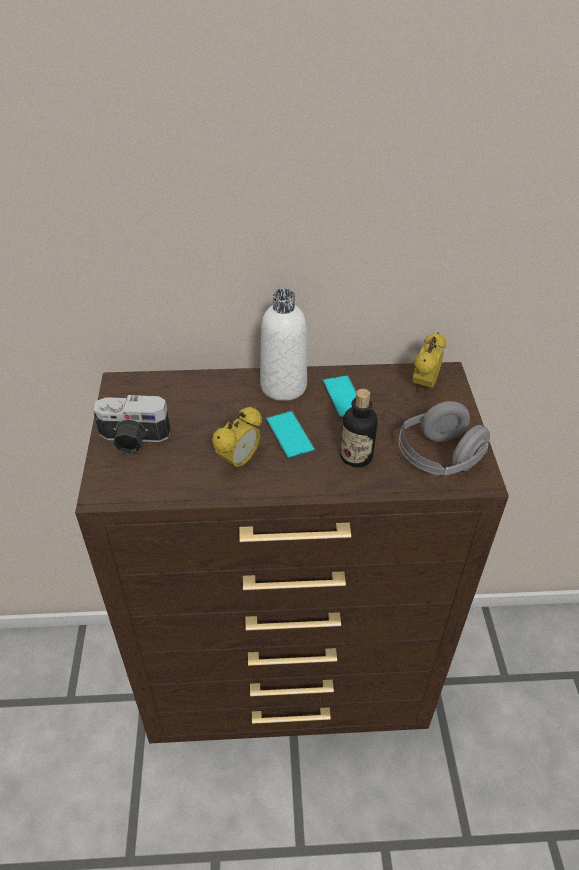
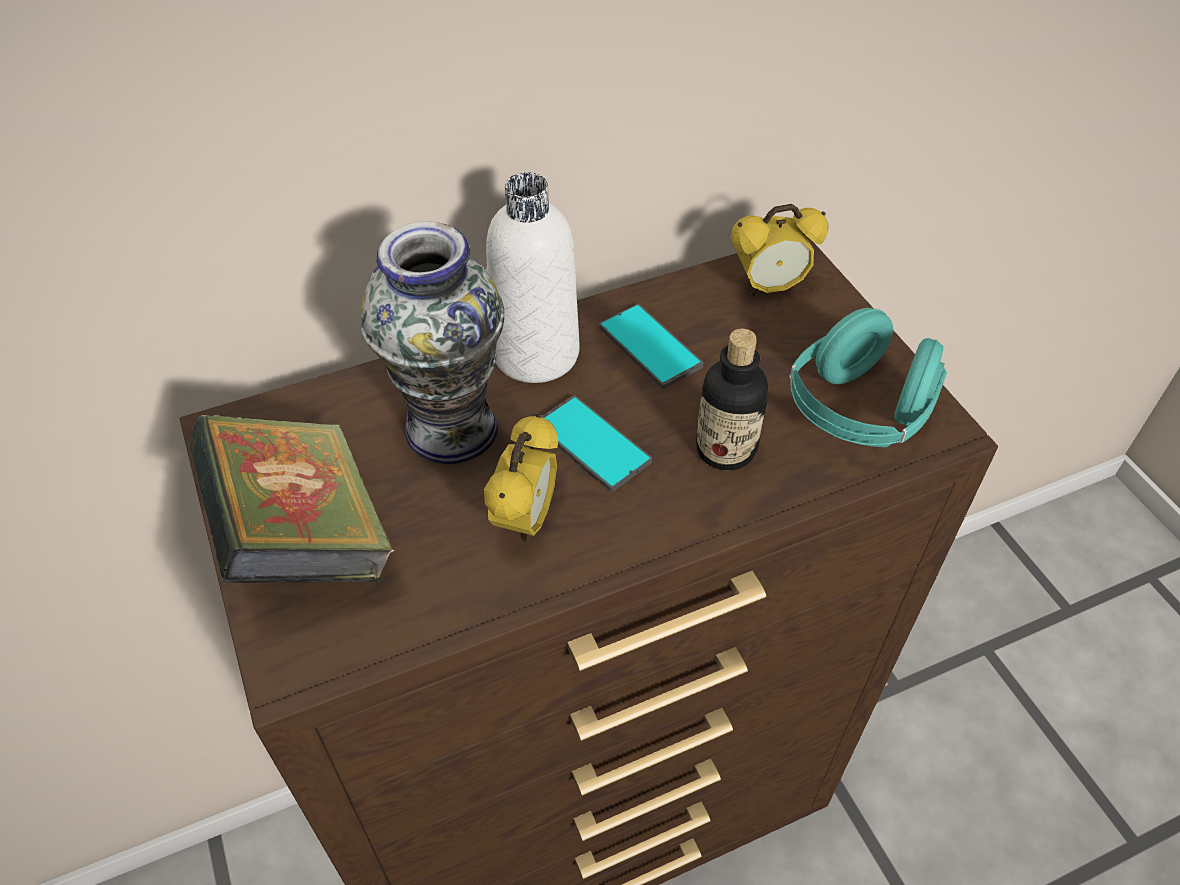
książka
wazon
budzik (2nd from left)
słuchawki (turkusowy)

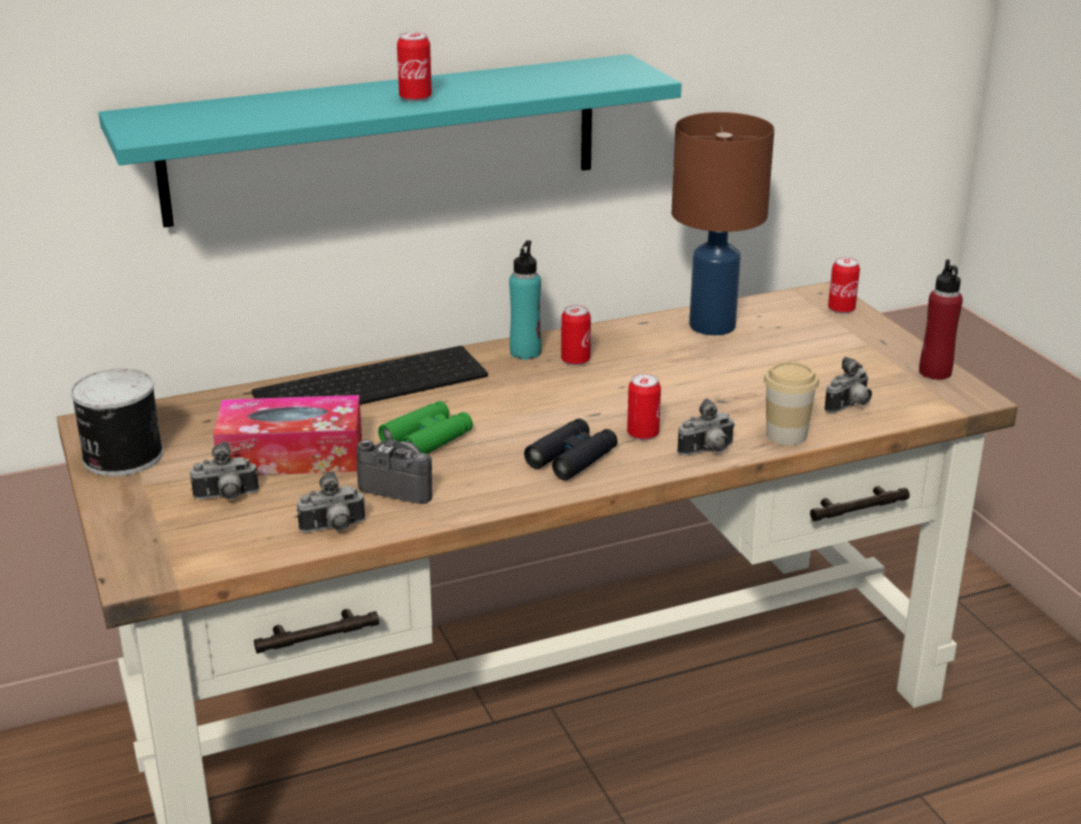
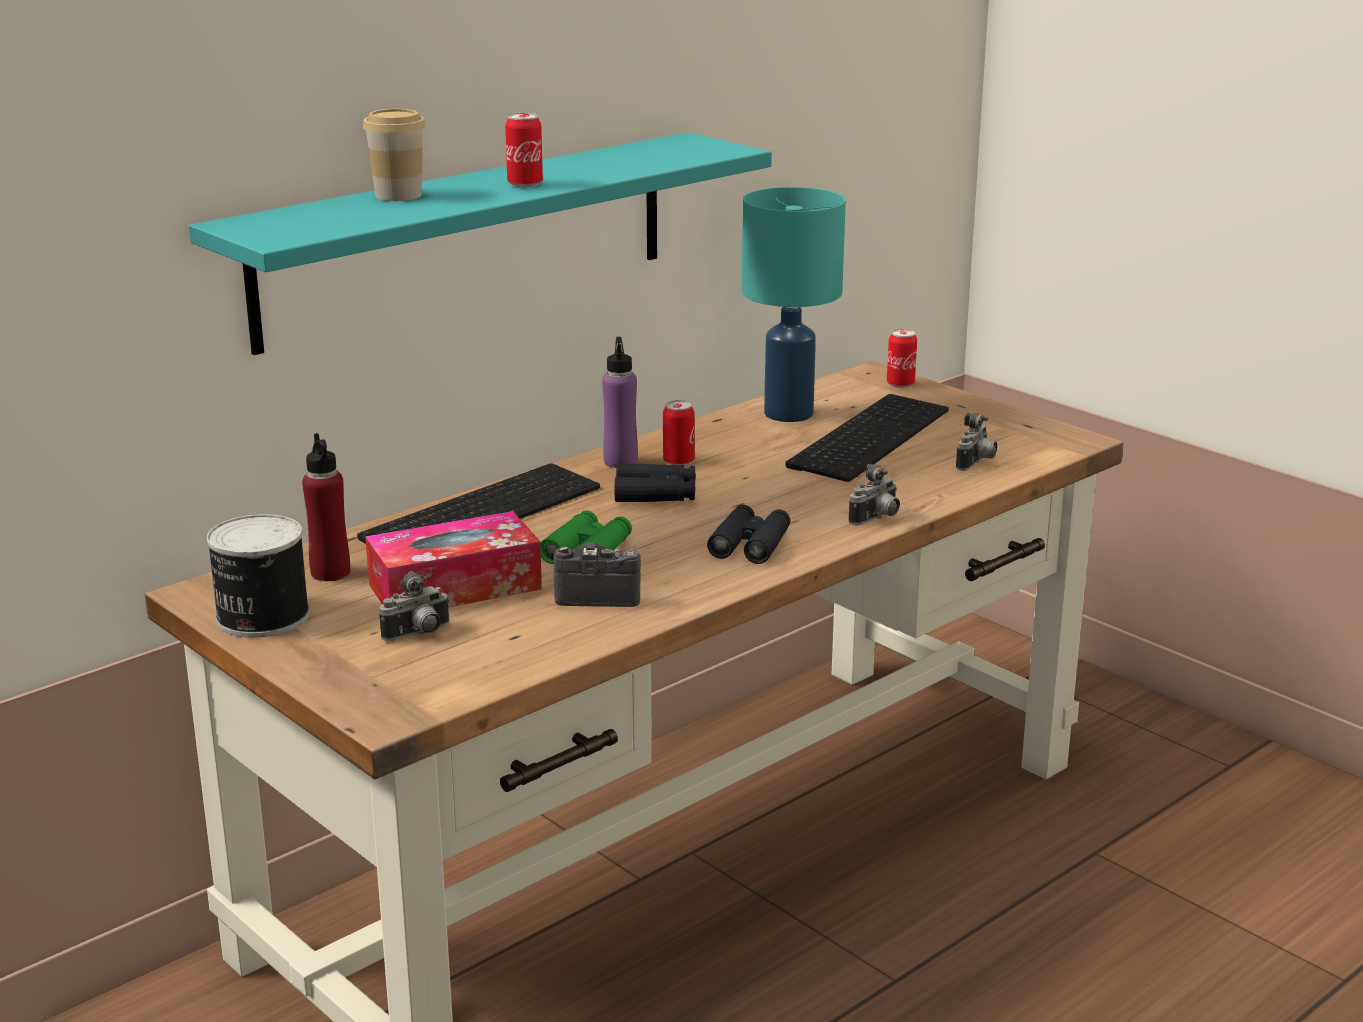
butelka (czerwony)
filiżanka
butelka (fioletowy)
lornetka (czarny) (1st from left)
lampa stołowa (turkusowy)
klawiatura (2nd from left)
aparat fotograficzny (2nd from left in the first image)
puszka (4th from left in the first image)

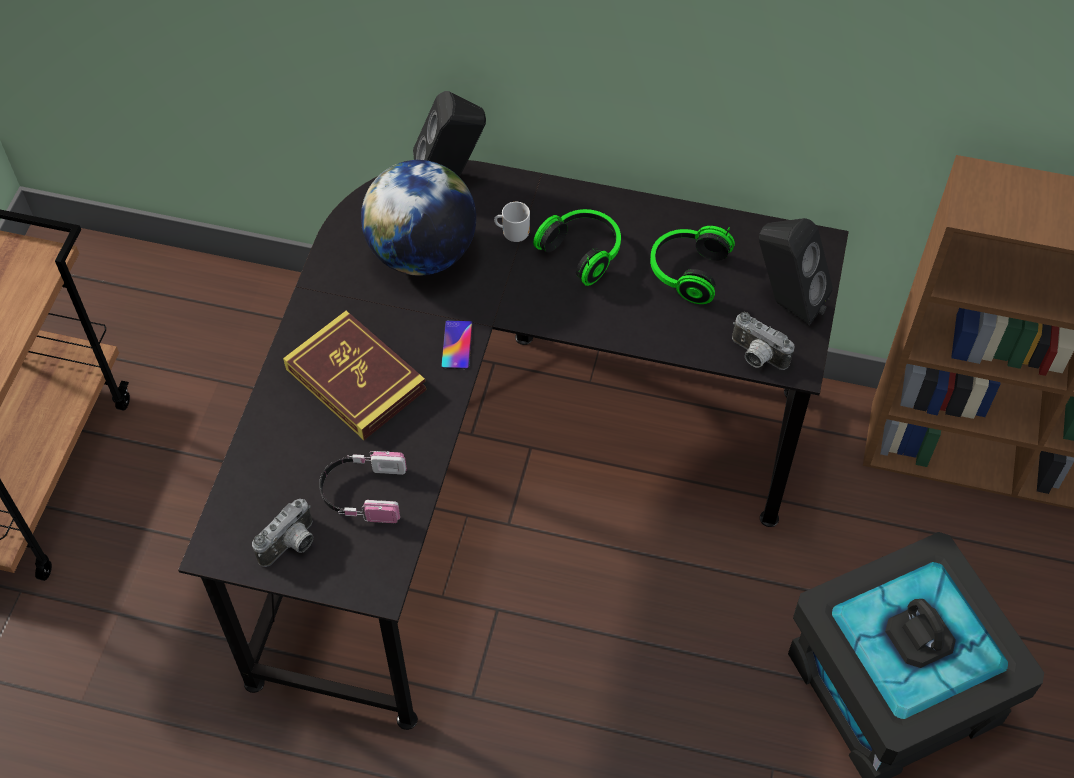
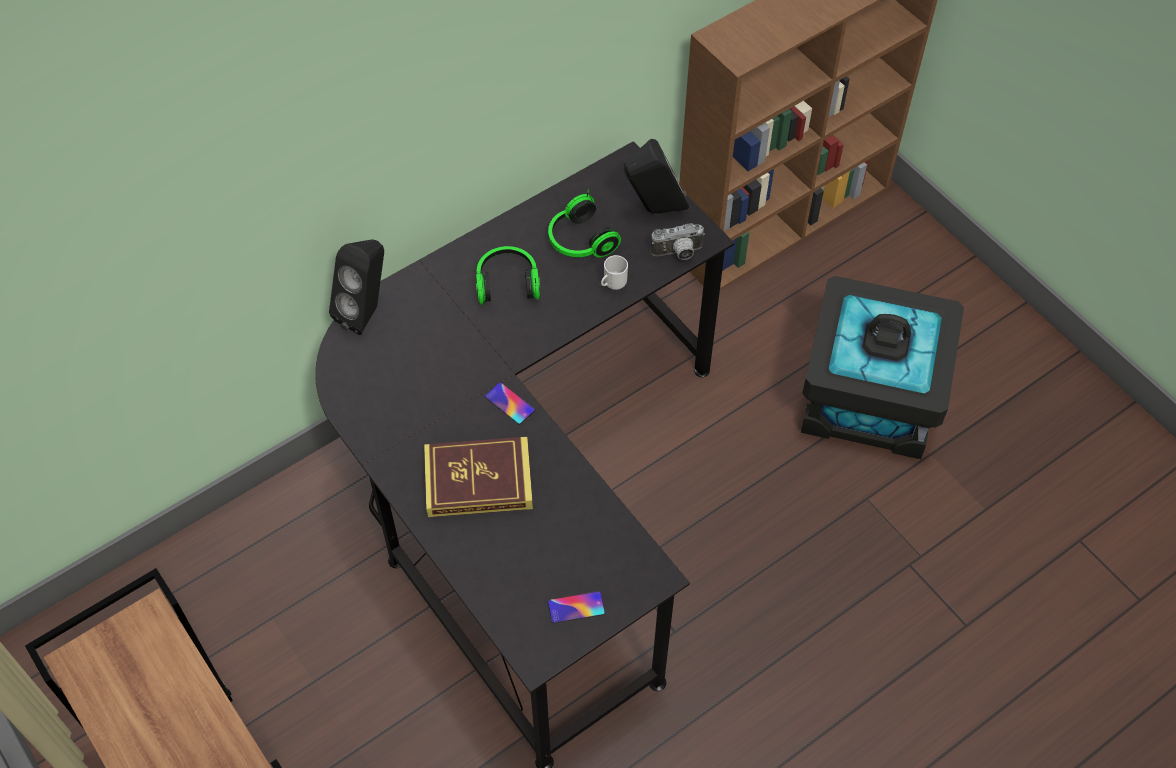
telefon (2nd from left)
kubek
słuchawki (1st from left in the first image)
globus

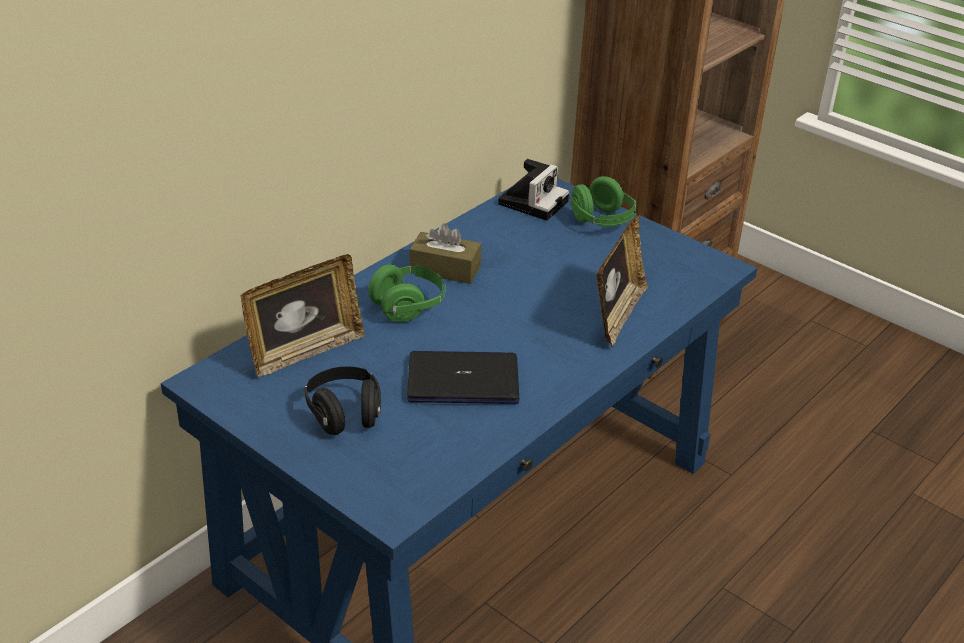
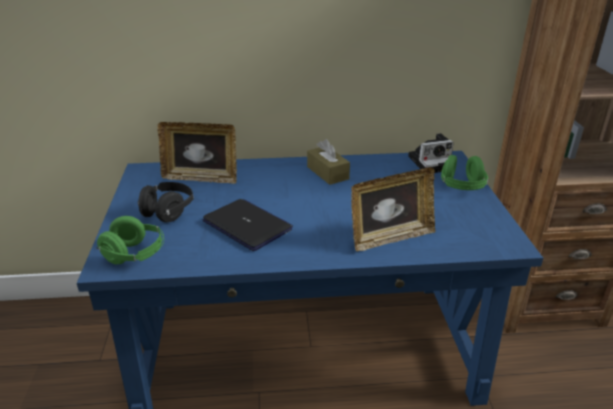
słuchawki (zielony) (1st from left)

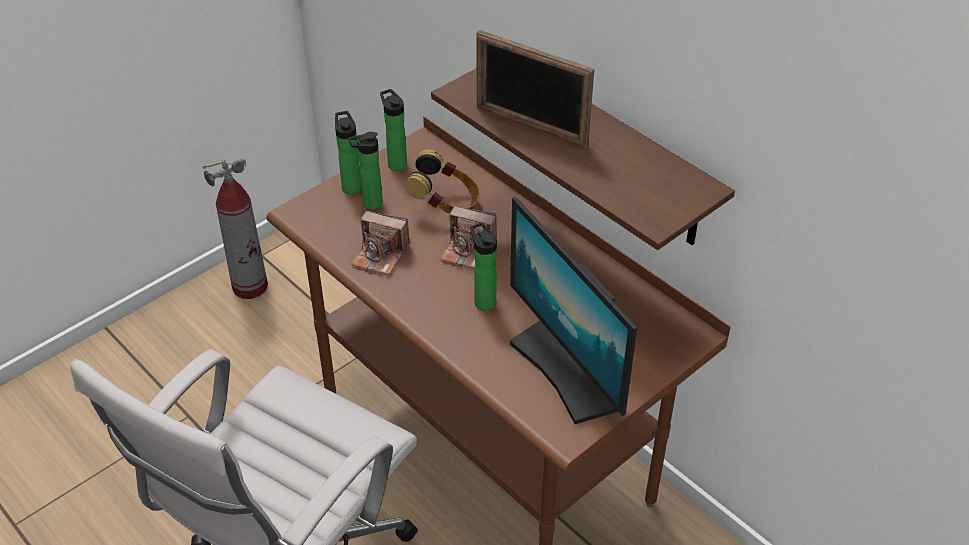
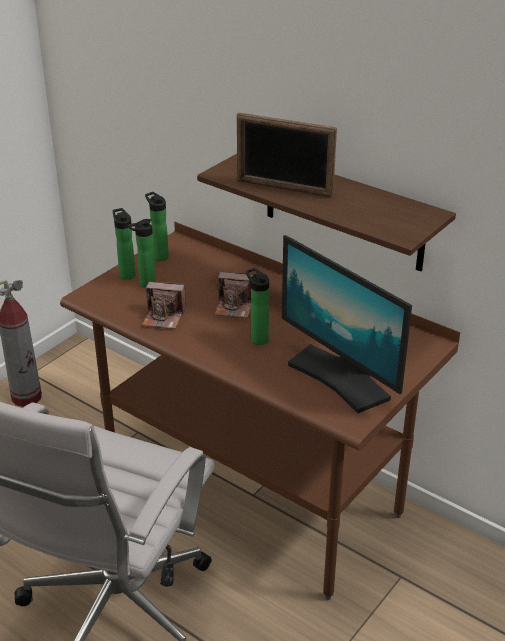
słuchawki

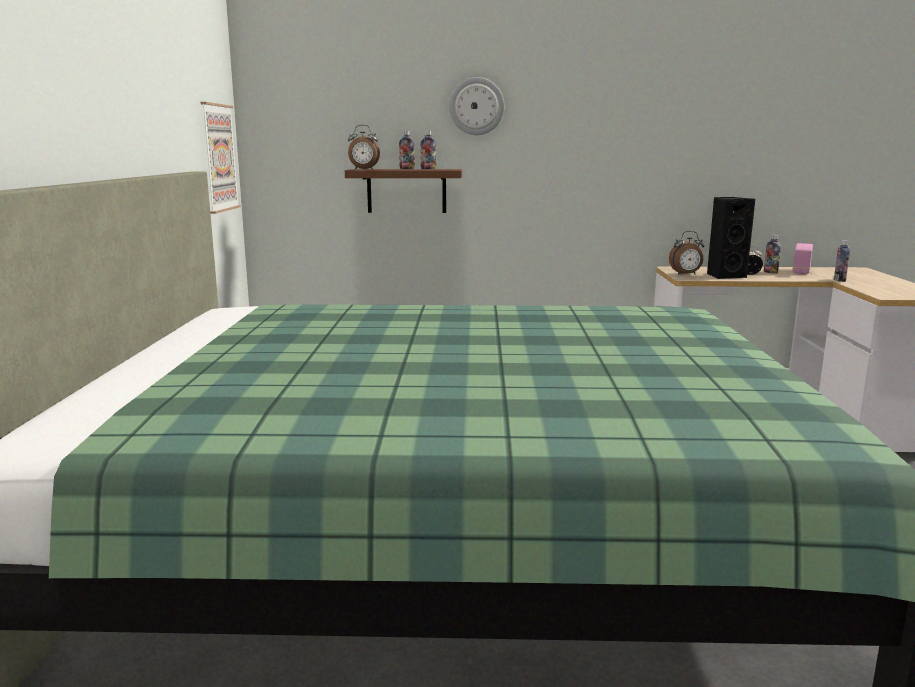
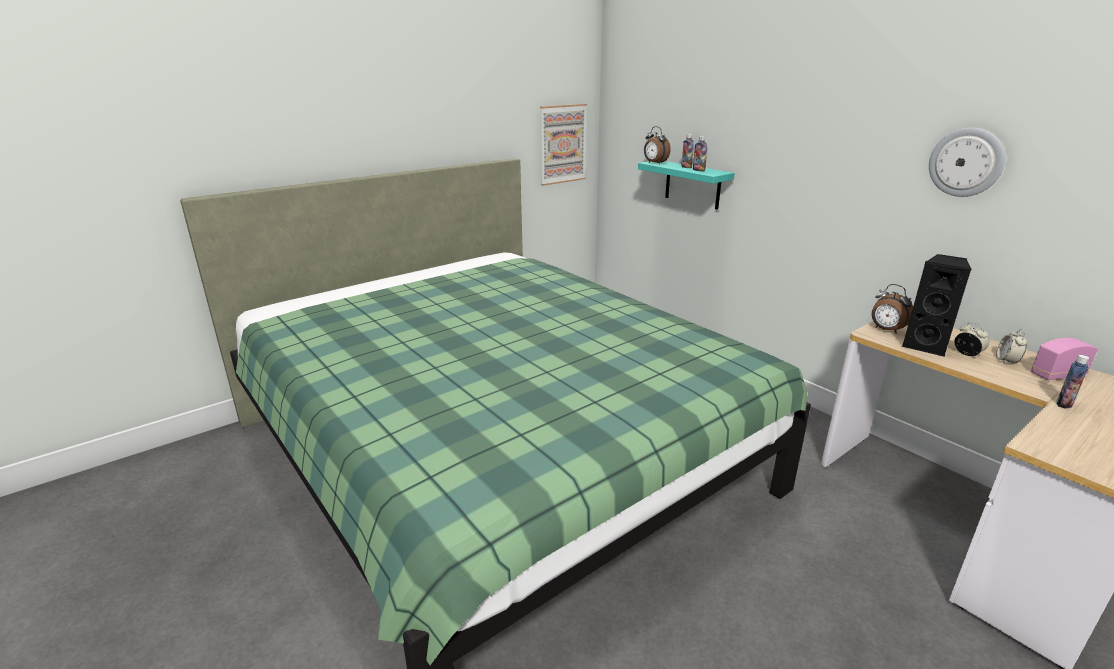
półka (turkusowy)
zegar ścienny
budzik (4th from left)

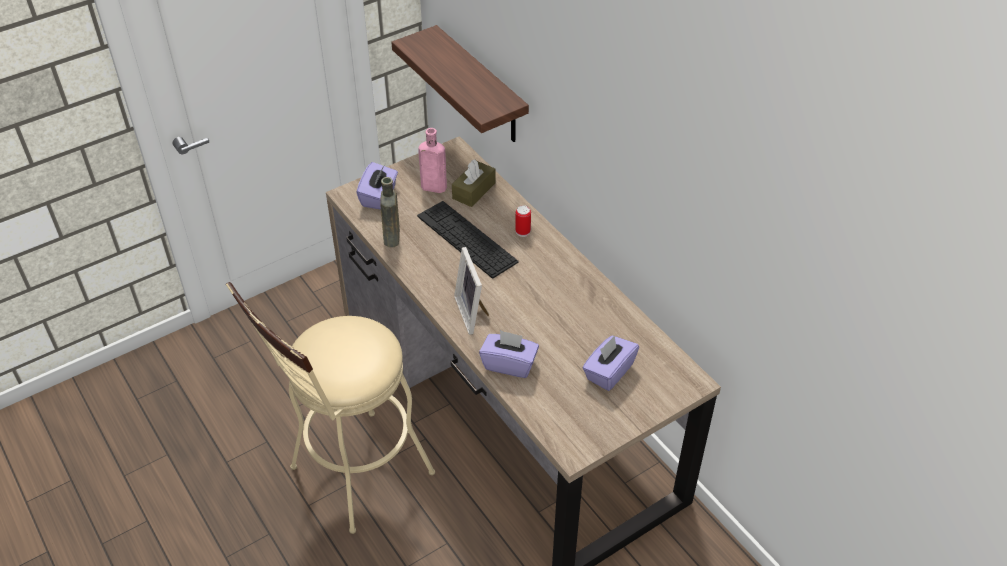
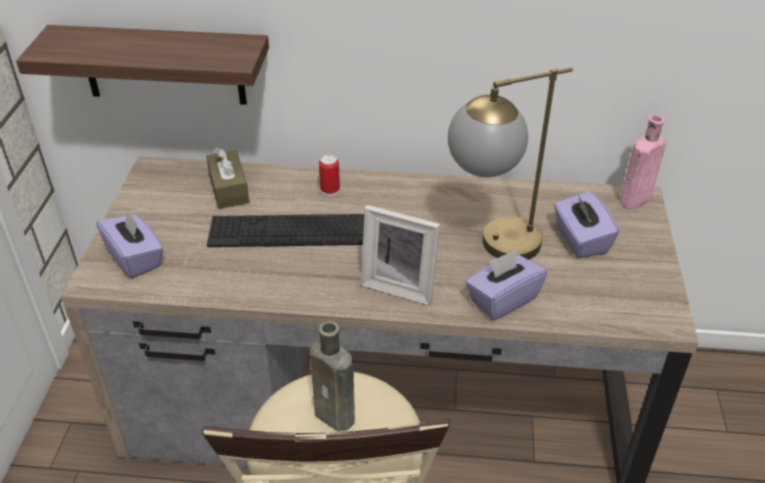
butelka (brązowy)
lampa stołowa
butelka (różowy)

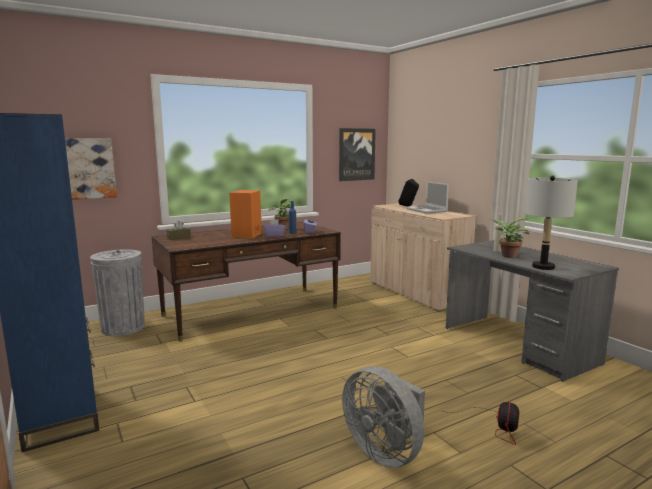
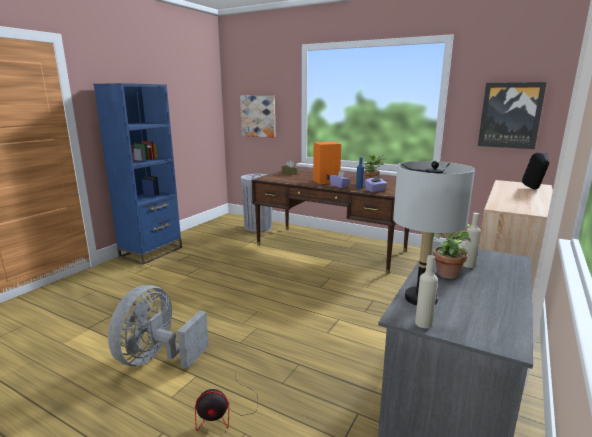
butelka (beżowy) (1st from left)
laptop

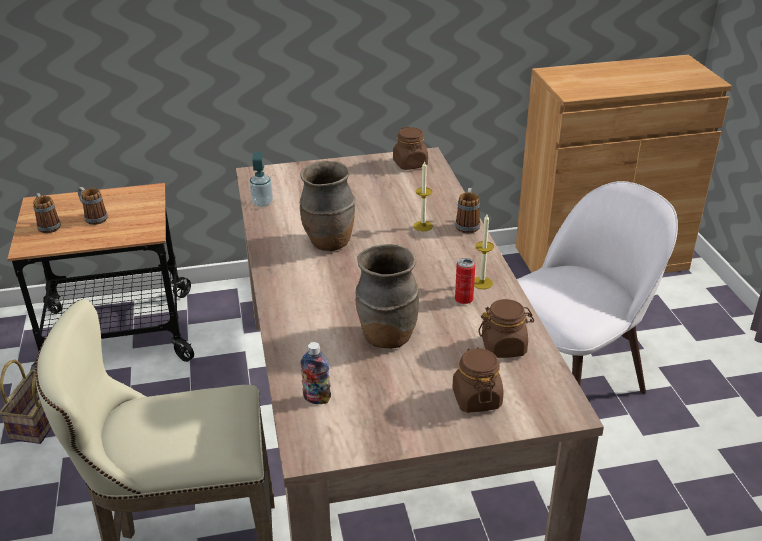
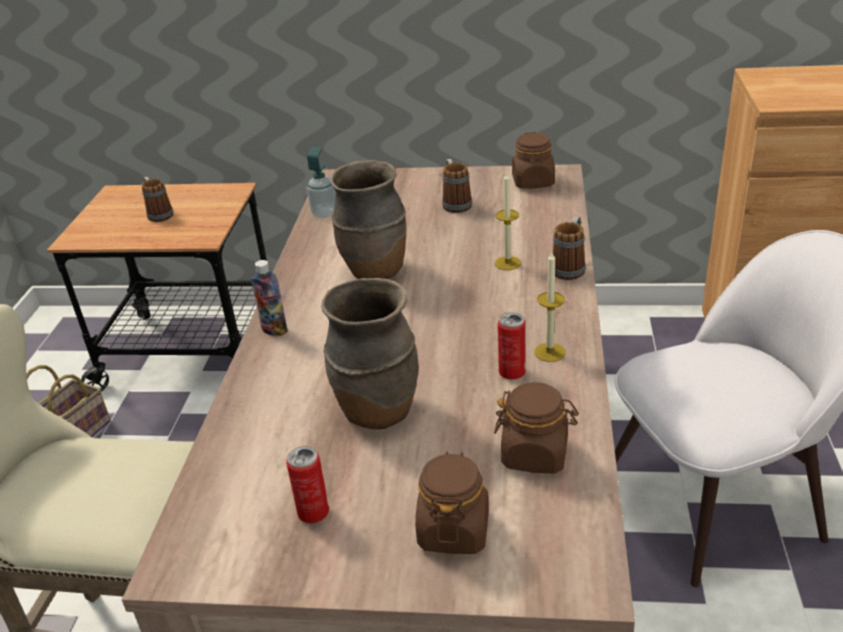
butelka
puszka (1st from left)
kubek (2nd from left)

